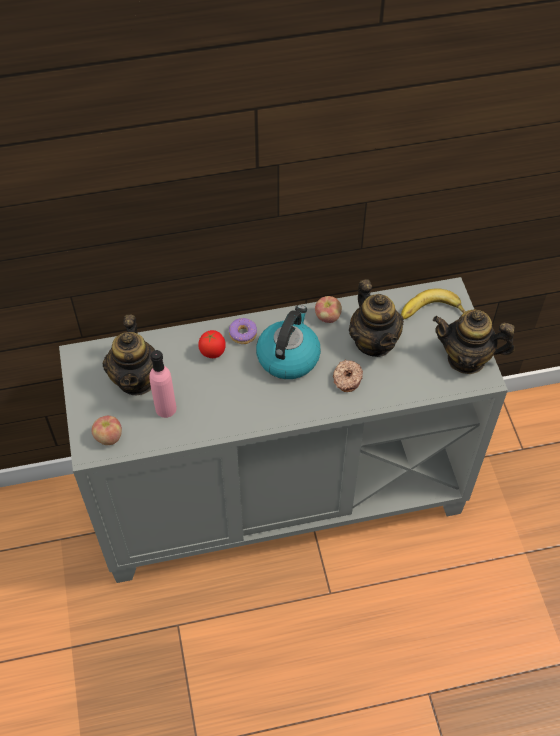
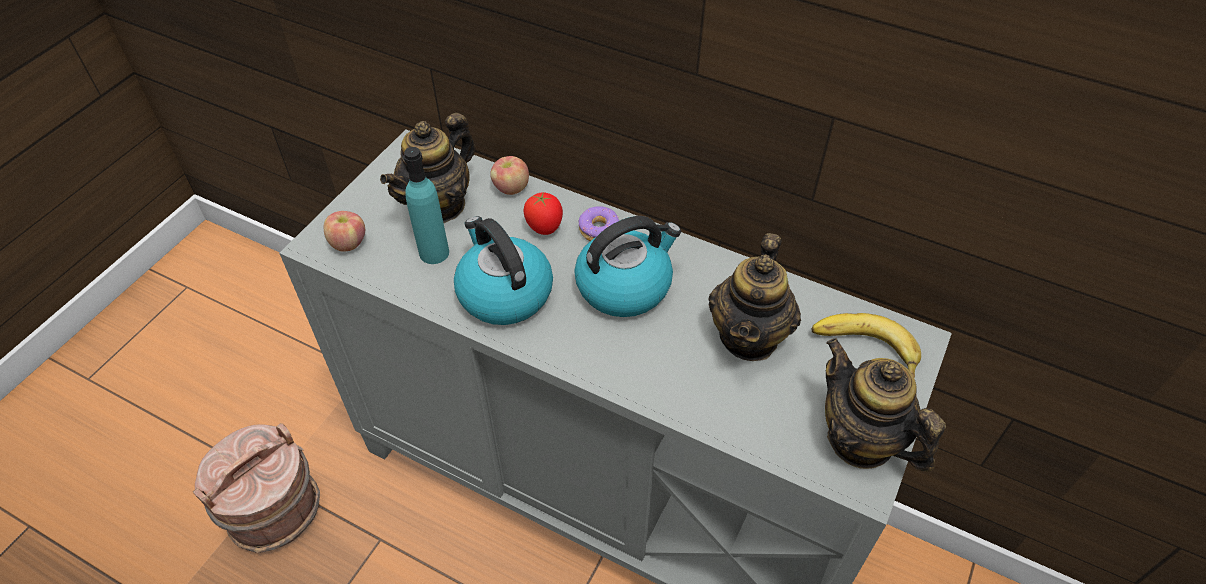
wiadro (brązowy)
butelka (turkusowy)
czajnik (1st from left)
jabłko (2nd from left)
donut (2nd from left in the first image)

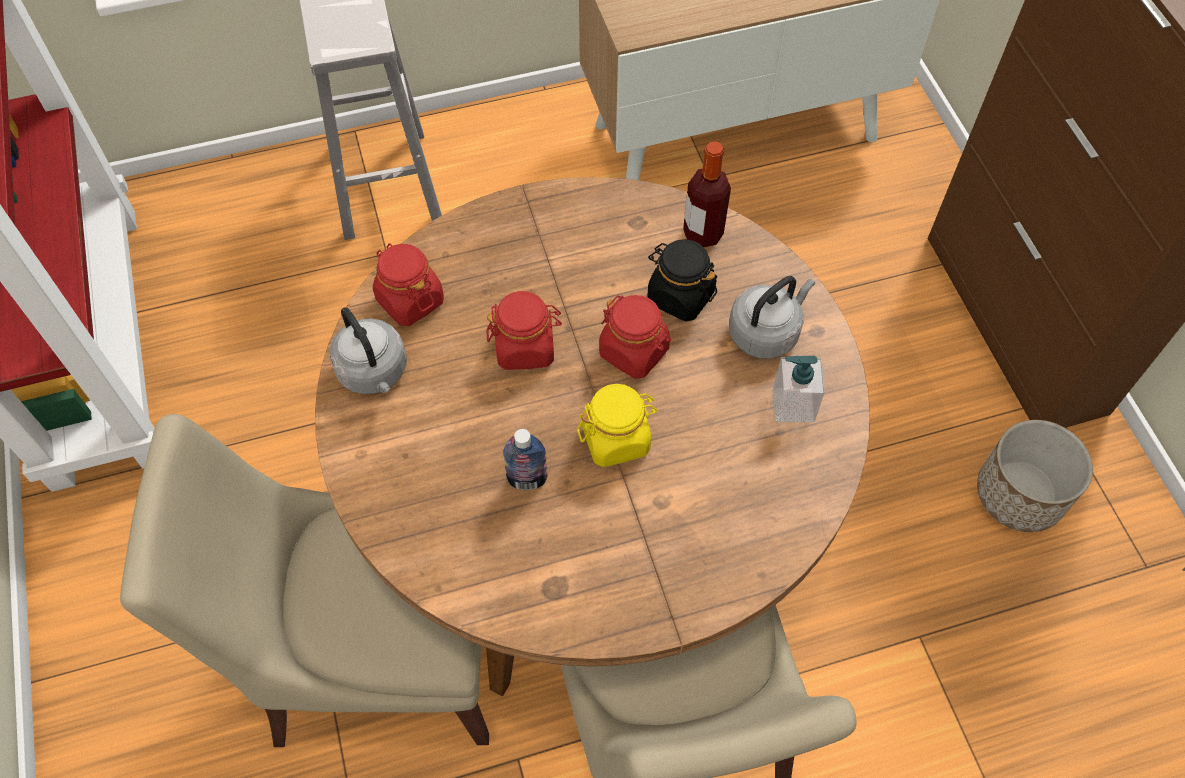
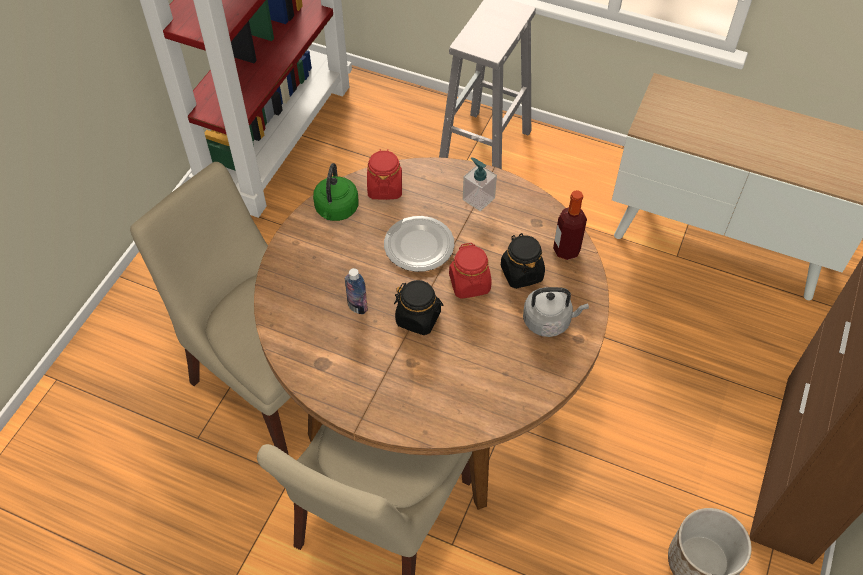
czajnik (zielony)
talerz
słoik (czarny) (1st from left)
dozownik mydła

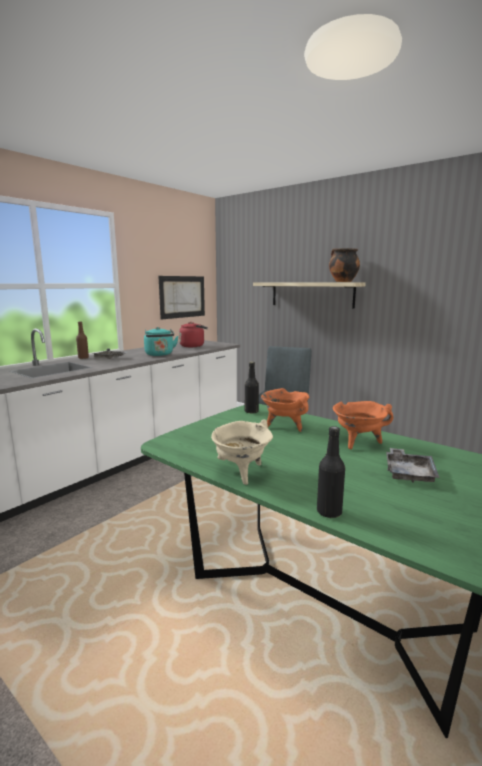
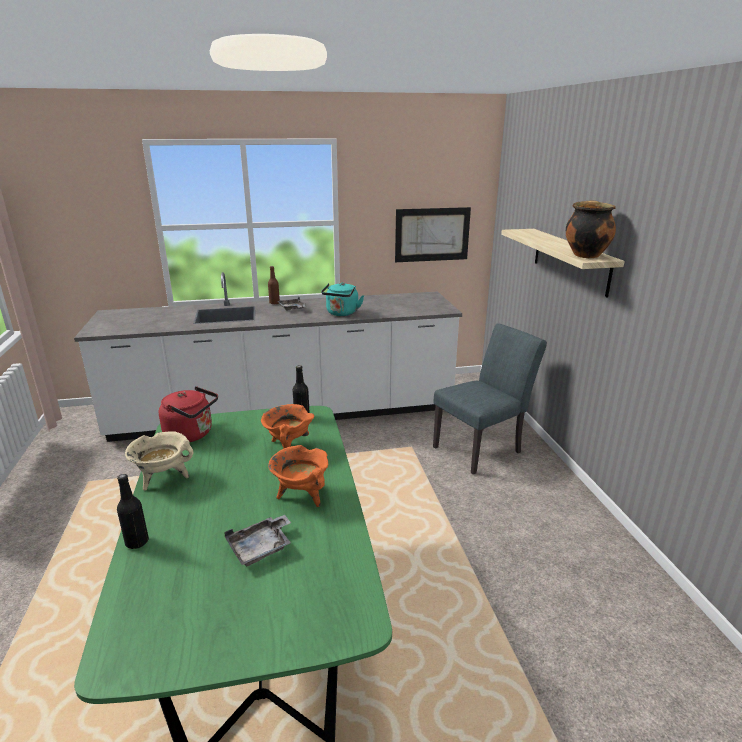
czajnik (czerwony)

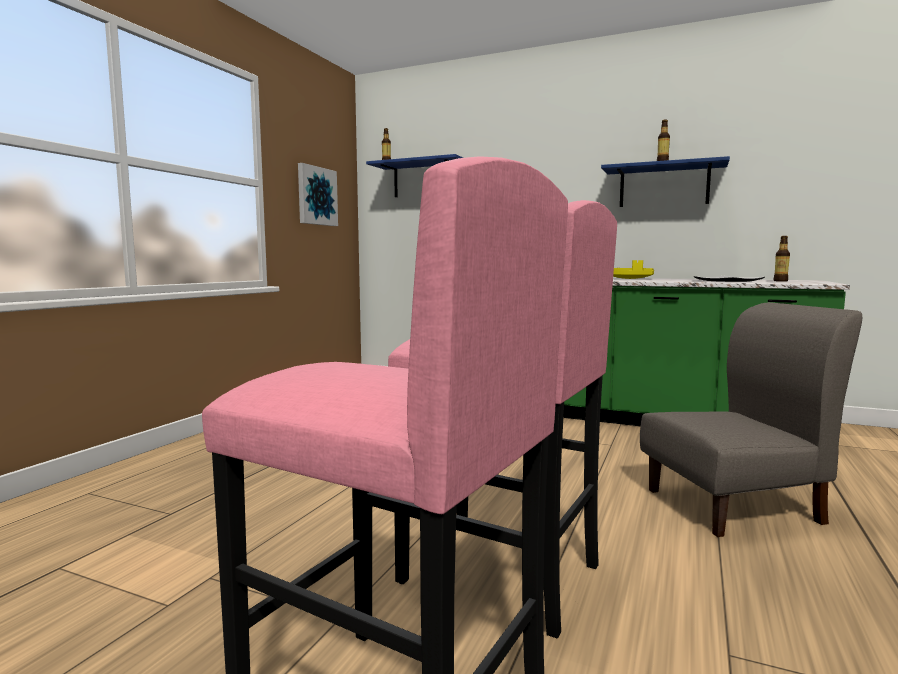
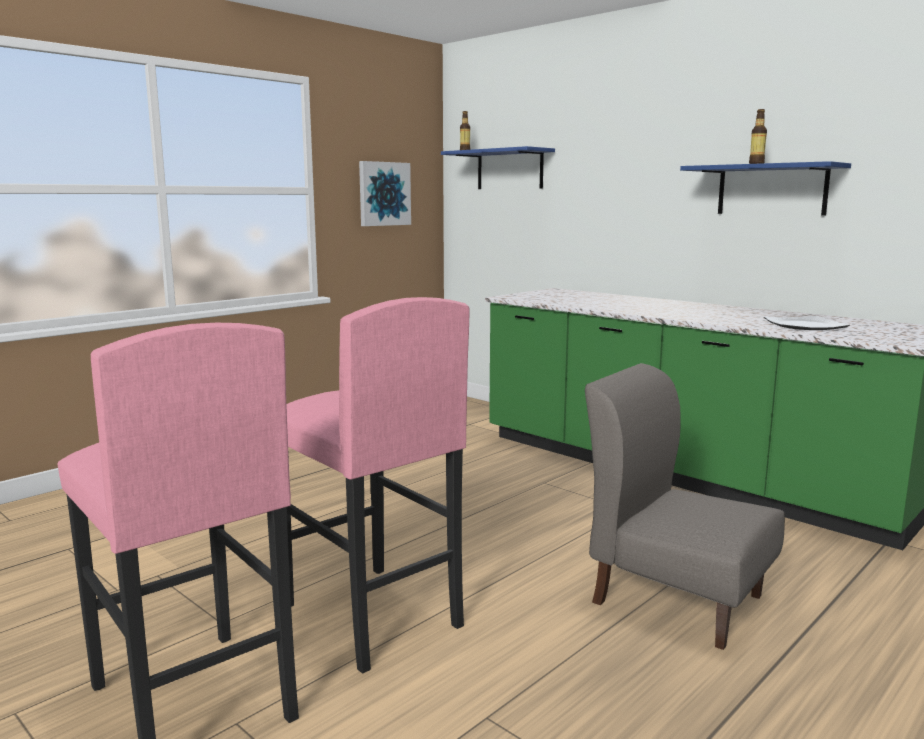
krzesło (szary)
taca (żółty)
butelka (3rd from left in the first image)

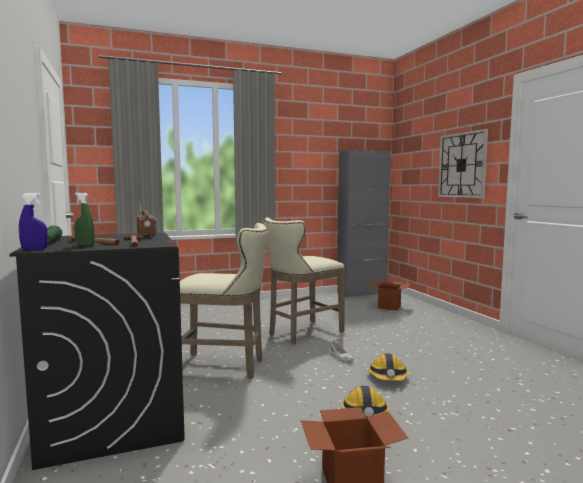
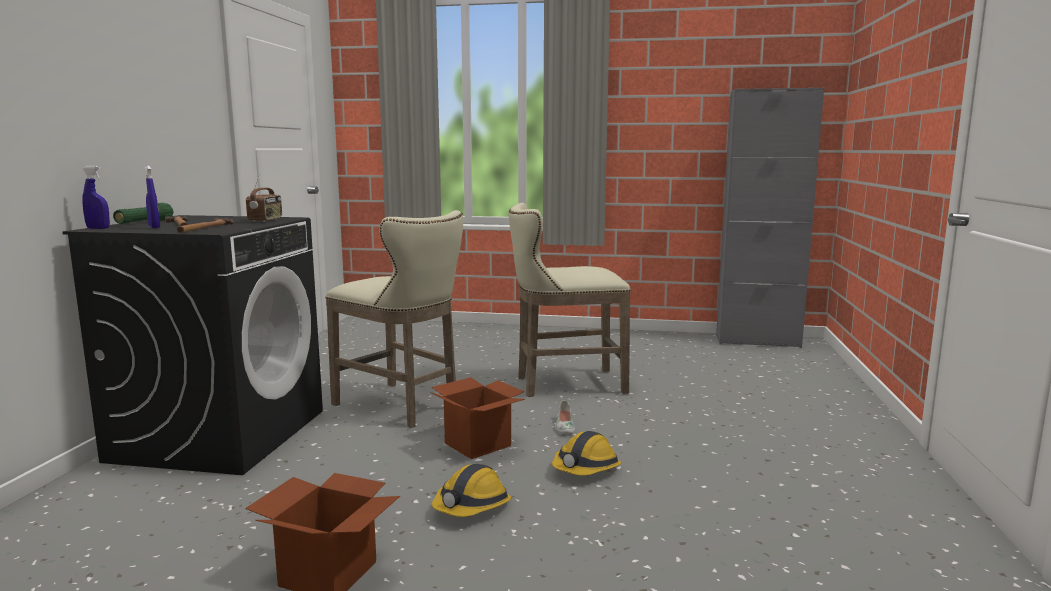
spryskiwacz (niebieski) (2nd from left)
karton (2nd from left)
zegar ścienny

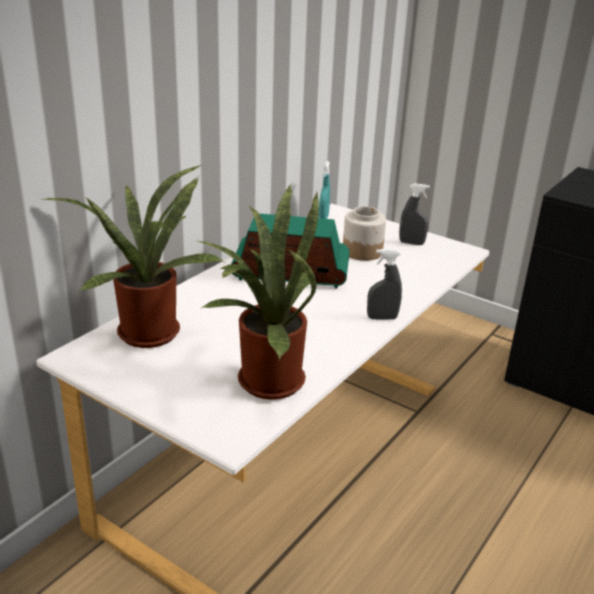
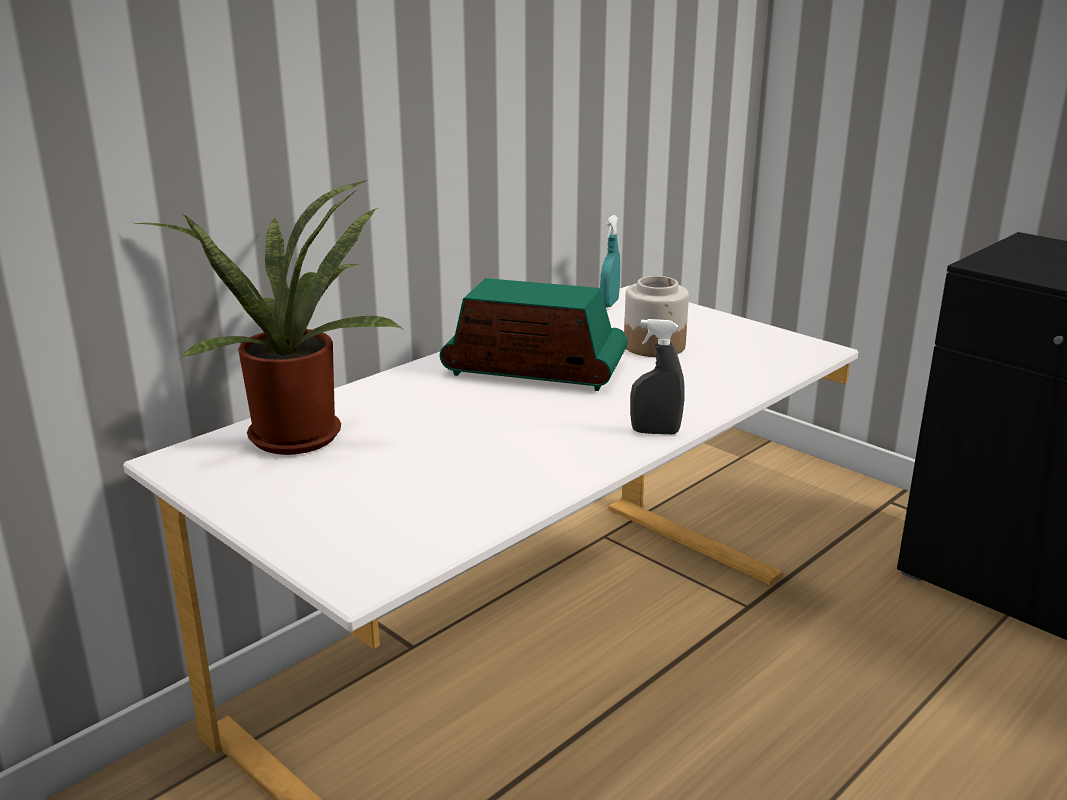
roślina doniczkowa (2nd from left in the first image)
spryskiwacz (szary) (2nd from left in the first image)

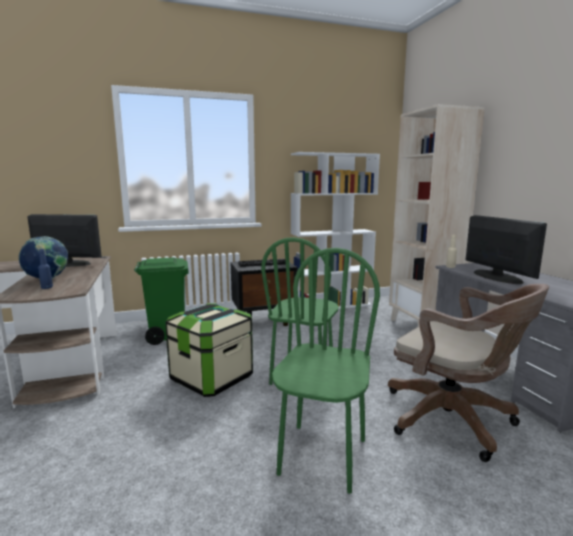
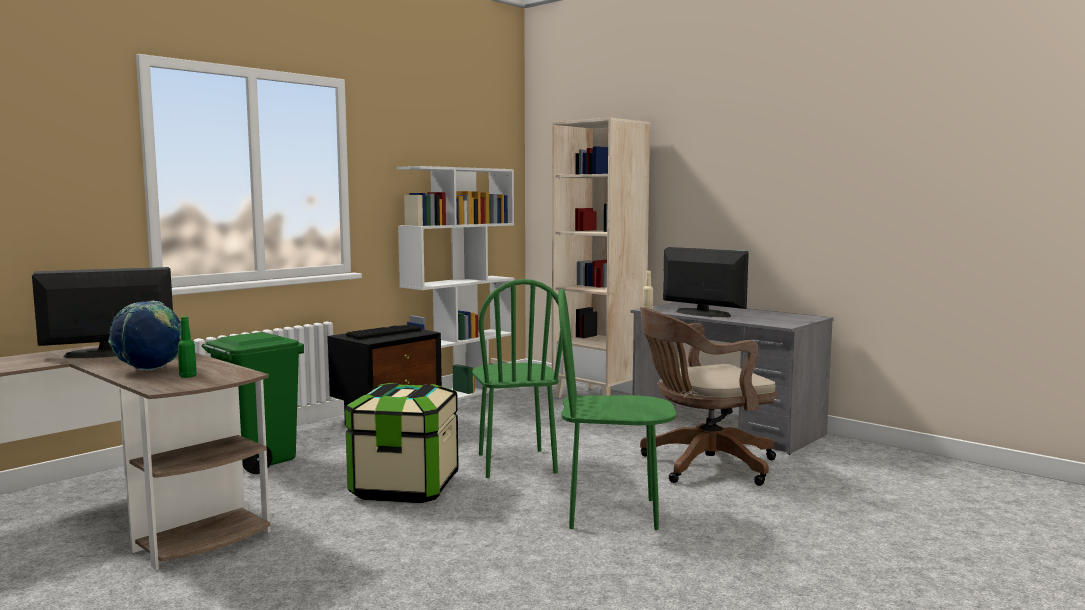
butelka (zielony)
krzesło (zielony) (2nd from left)
krzesło biurowe (brązowy)

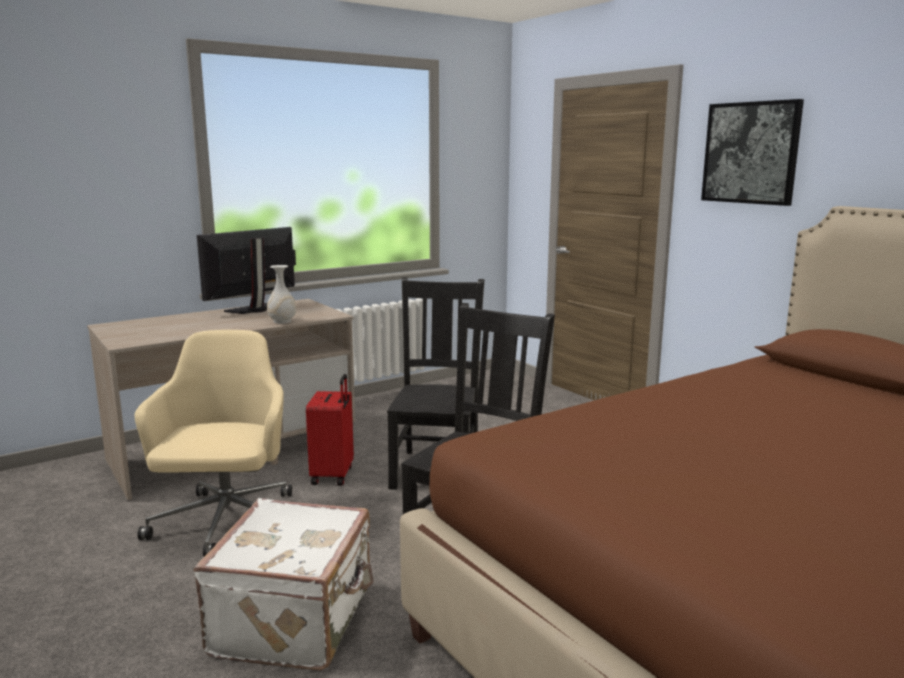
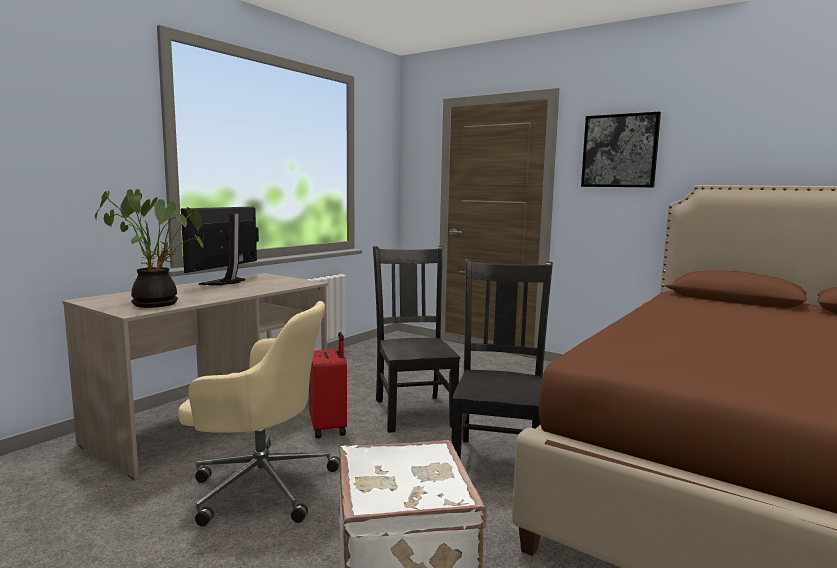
roślina doniczkowa
krzesło biurowe (beżowy)
wazon (biały)

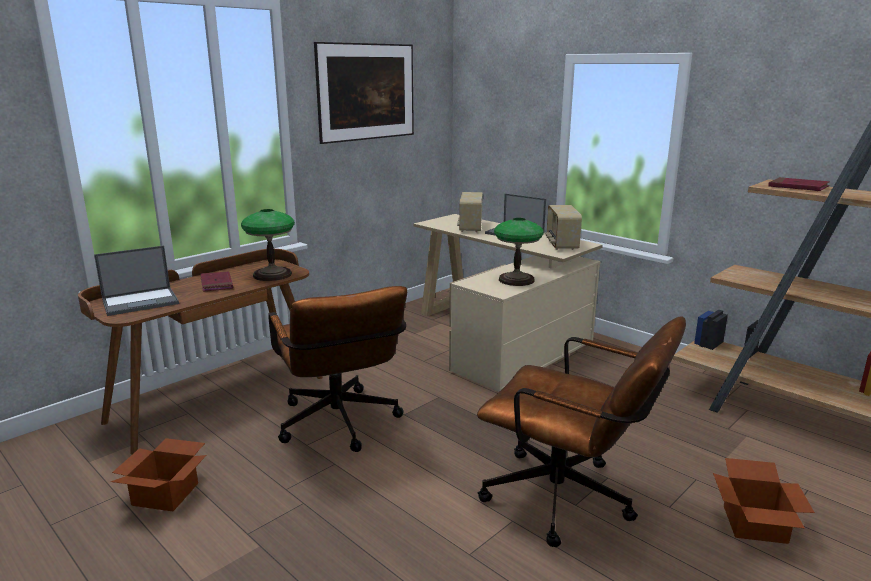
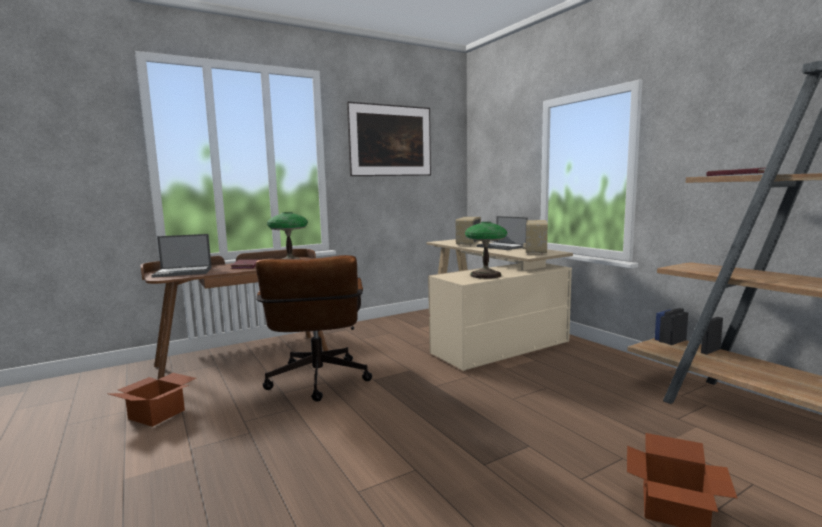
krzesło biurowe (brązowy) (2nd from left in the first image)

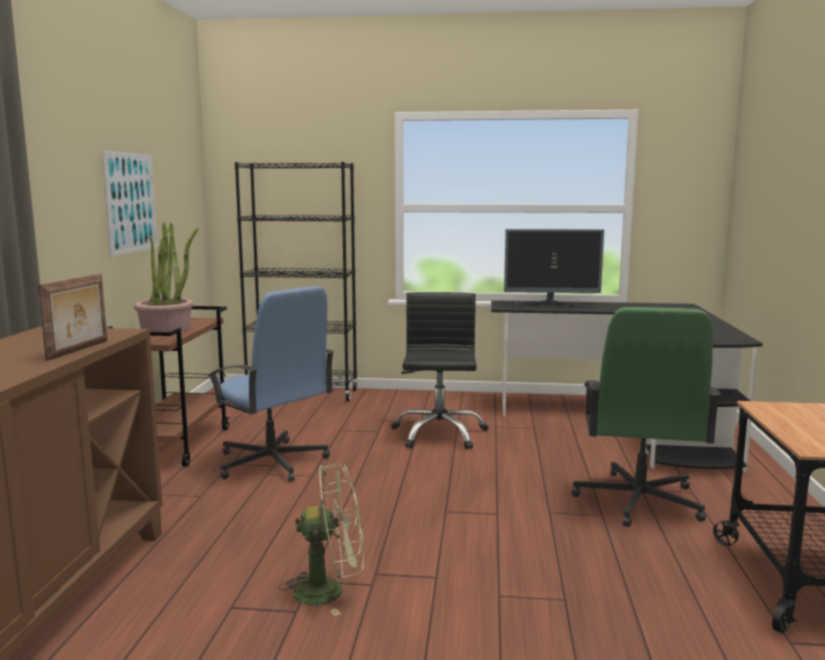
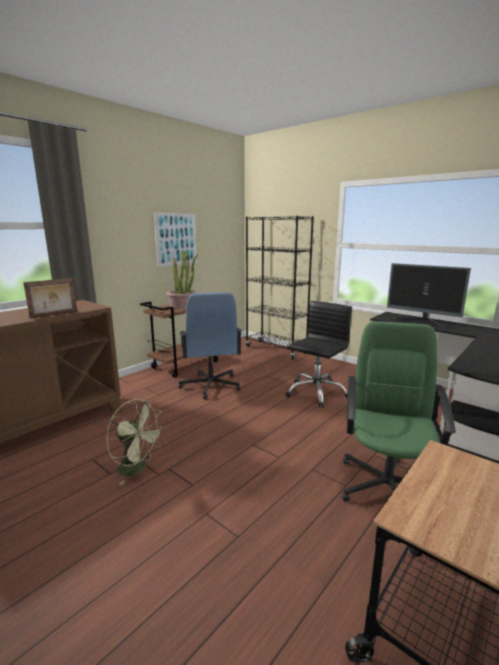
krzesło biurowe (zielony)

